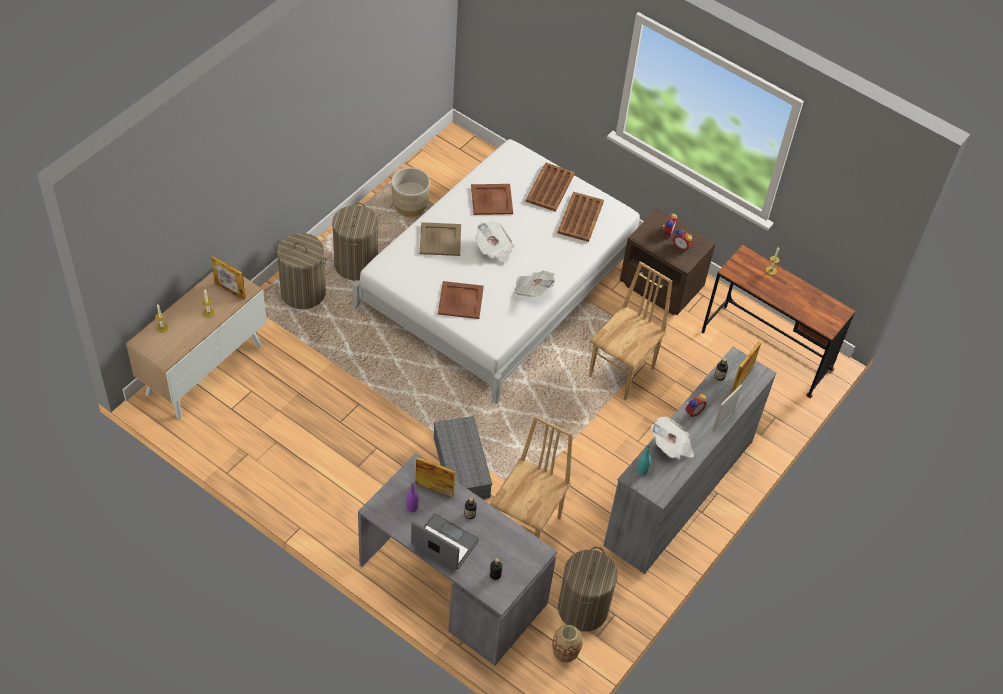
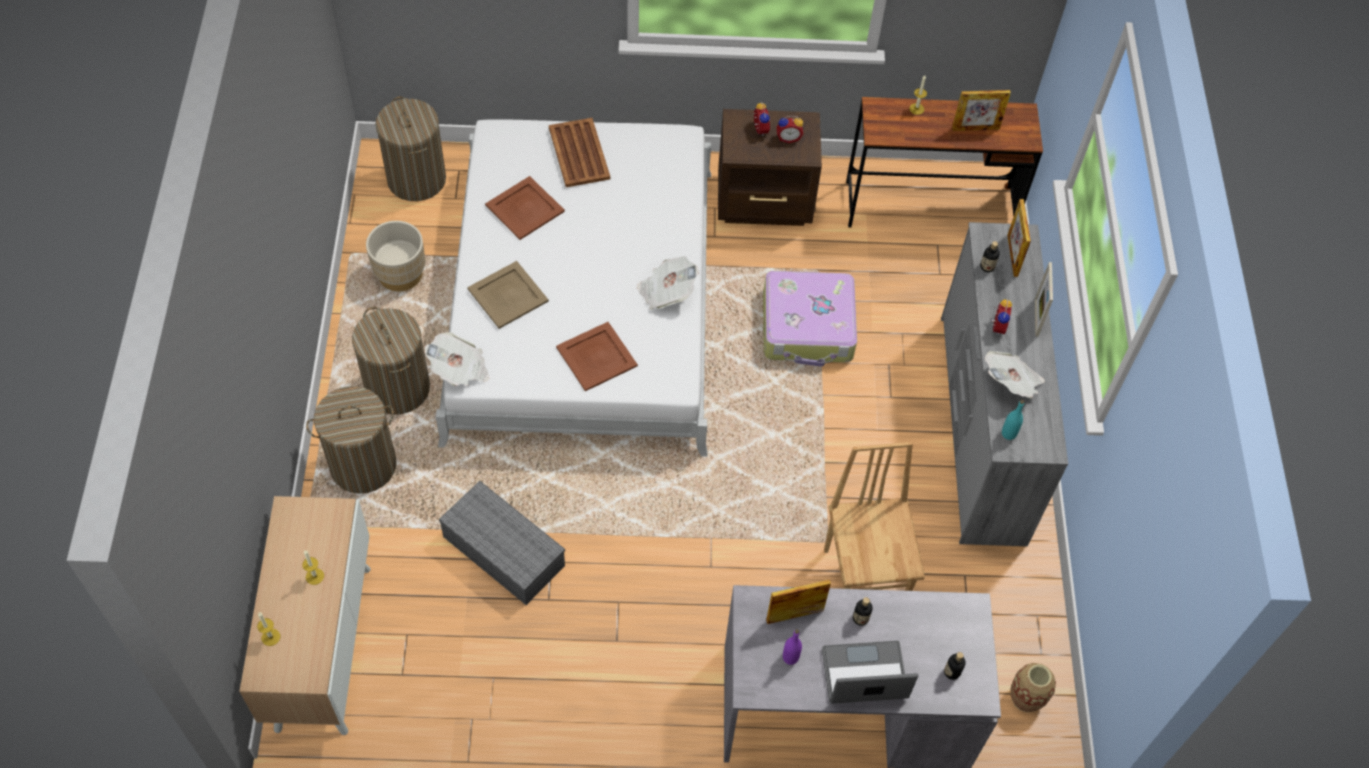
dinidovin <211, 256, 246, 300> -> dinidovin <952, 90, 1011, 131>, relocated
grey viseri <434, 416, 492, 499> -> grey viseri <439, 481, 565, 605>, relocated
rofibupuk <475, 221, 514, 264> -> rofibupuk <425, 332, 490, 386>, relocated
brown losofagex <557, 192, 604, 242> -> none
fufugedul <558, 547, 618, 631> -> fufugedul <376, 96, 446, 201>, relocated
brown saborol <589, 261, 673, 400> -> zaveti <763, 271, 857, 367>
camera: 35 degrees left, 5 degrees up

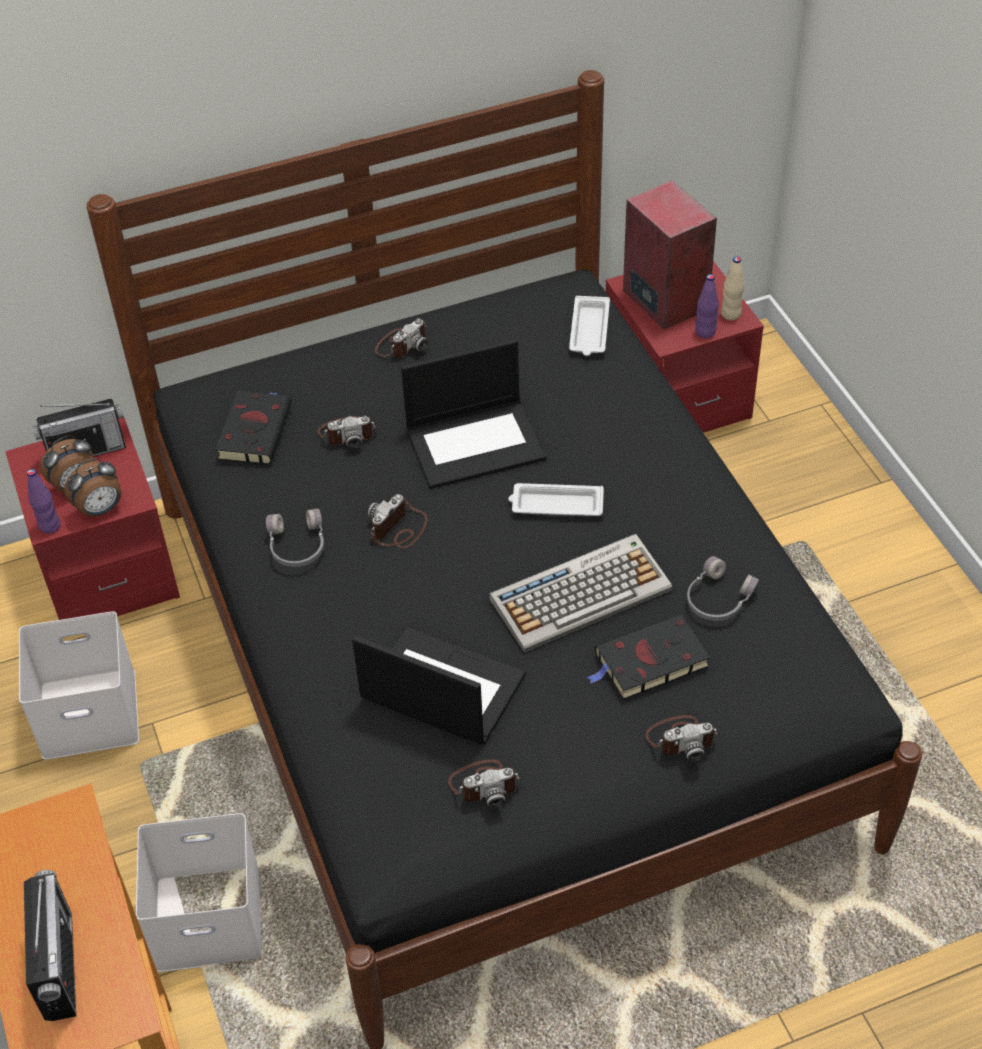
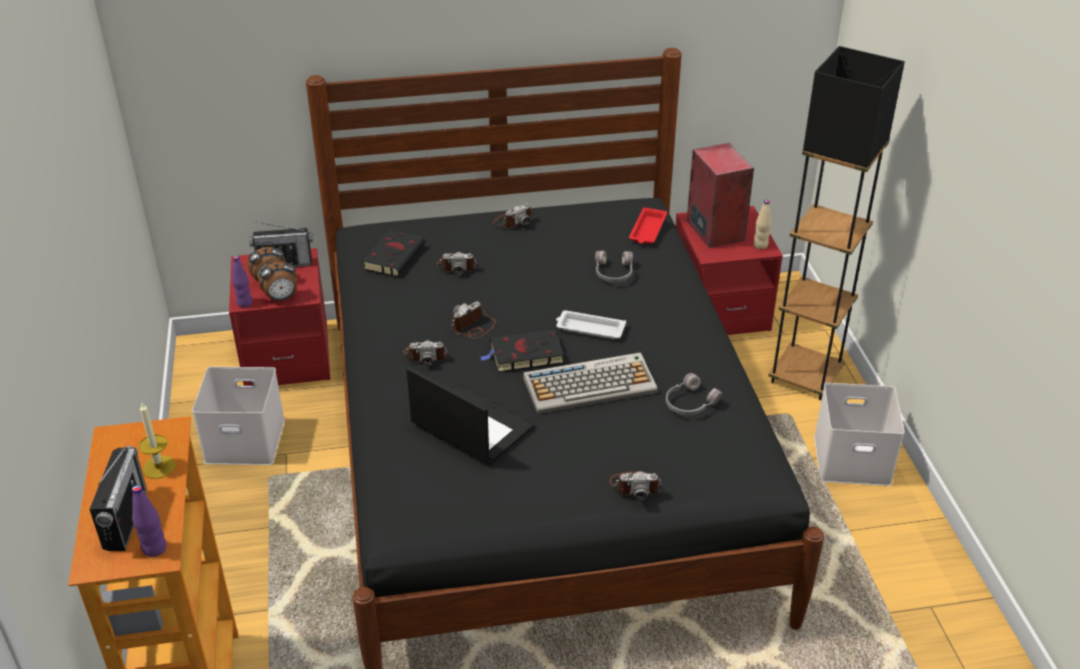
white viseri <136, 813, 261, 972> -> white viseri <814, 383, 905, 486>, relocated
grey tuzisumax <266, 509, 324, 567> -> grey tuzisumax <595, 251, 633, 282>, relocated
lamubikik <401, 339, 547, 489> -> none
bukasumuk <448, 759, 521, 808> -> bukasumuk <403, 340, 449, 366>, relocated
white losofagex <569, 296, 610, 356> -> red losofagex <629, 207, 667, 244>
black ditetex <587, 614, 710, 700> -> black ditetex <480, 329, 564, 372>, relocated
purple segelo <695, 274, 719, 338> -> purple segelo <132, 485, 167, 557>, relocated
none -> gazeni <139, 403, 176, 479>
none -> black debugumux <768, 46, 905, 400>
camera: 10 degrees right, 10 degrees down

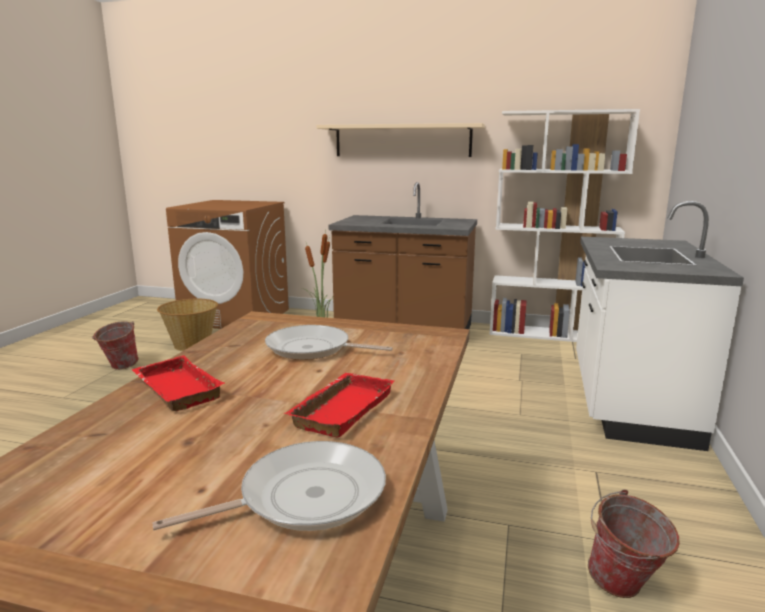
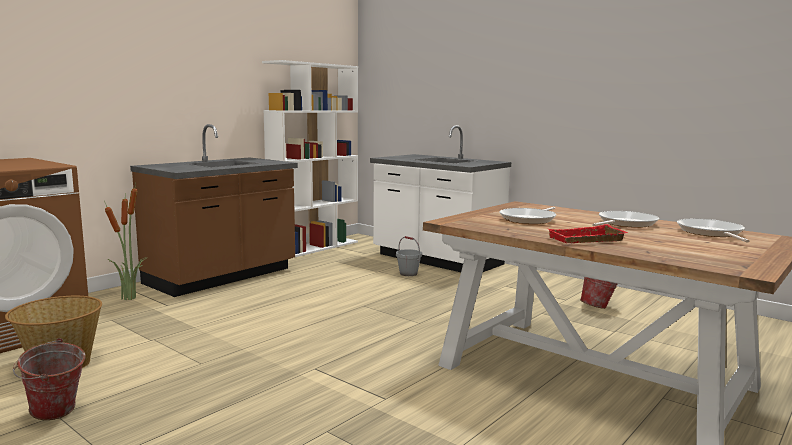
red losofagex <284, 373, 394, 437> -> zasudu <592, 211, 659, 228>
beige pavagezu <316, 123, 485, 157> -> none
none -> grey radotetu <396, 236, 422, 276>
camera: 65 degrees left, 5 degrees down

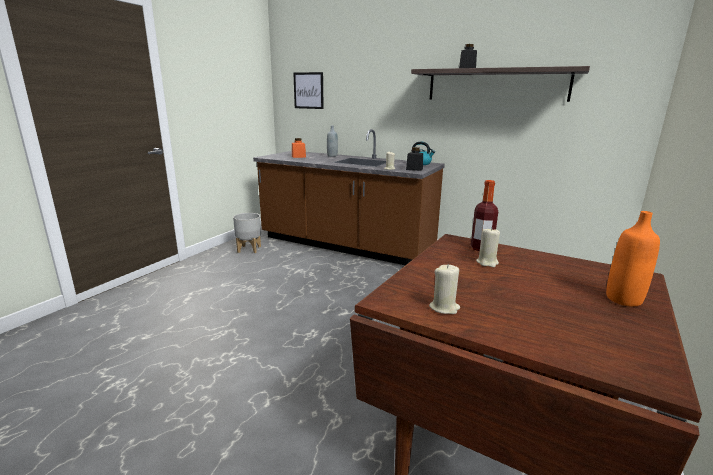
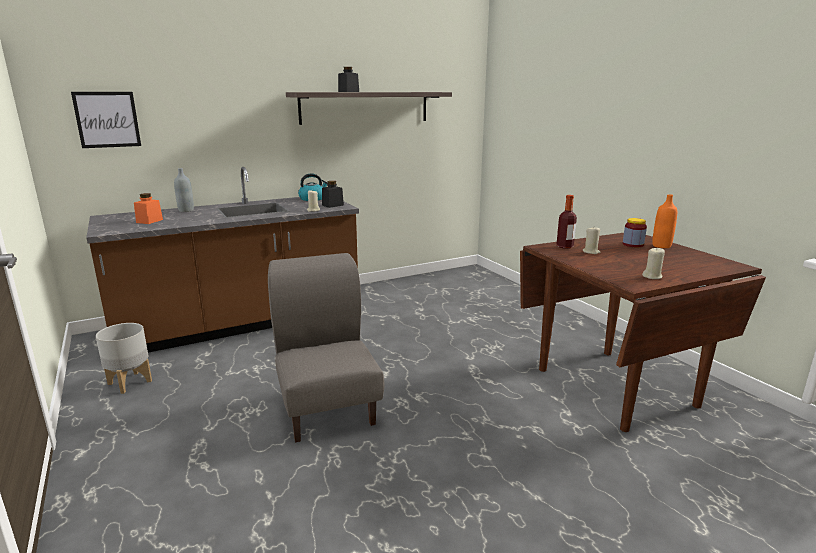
none -> grey saborol <268, 253, 385, 443>
none -> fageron <623, 218, 647, 247>
camera: 55 degrees left, 0 degrees up

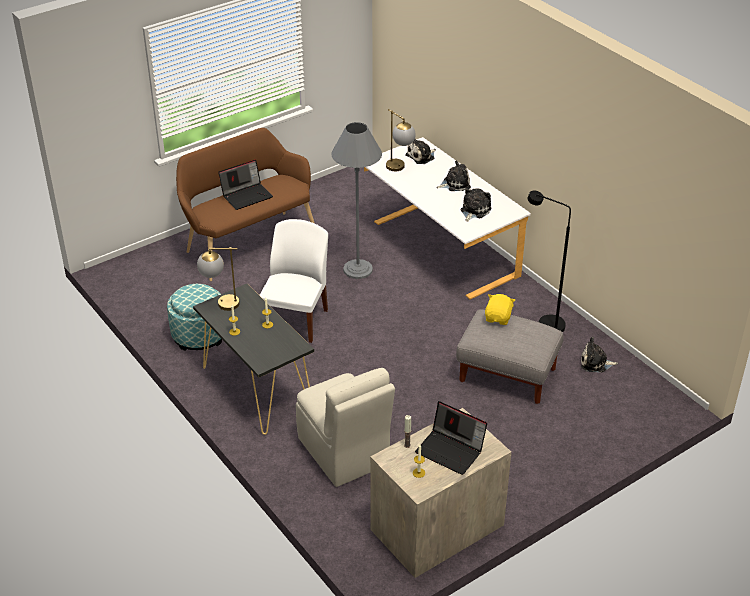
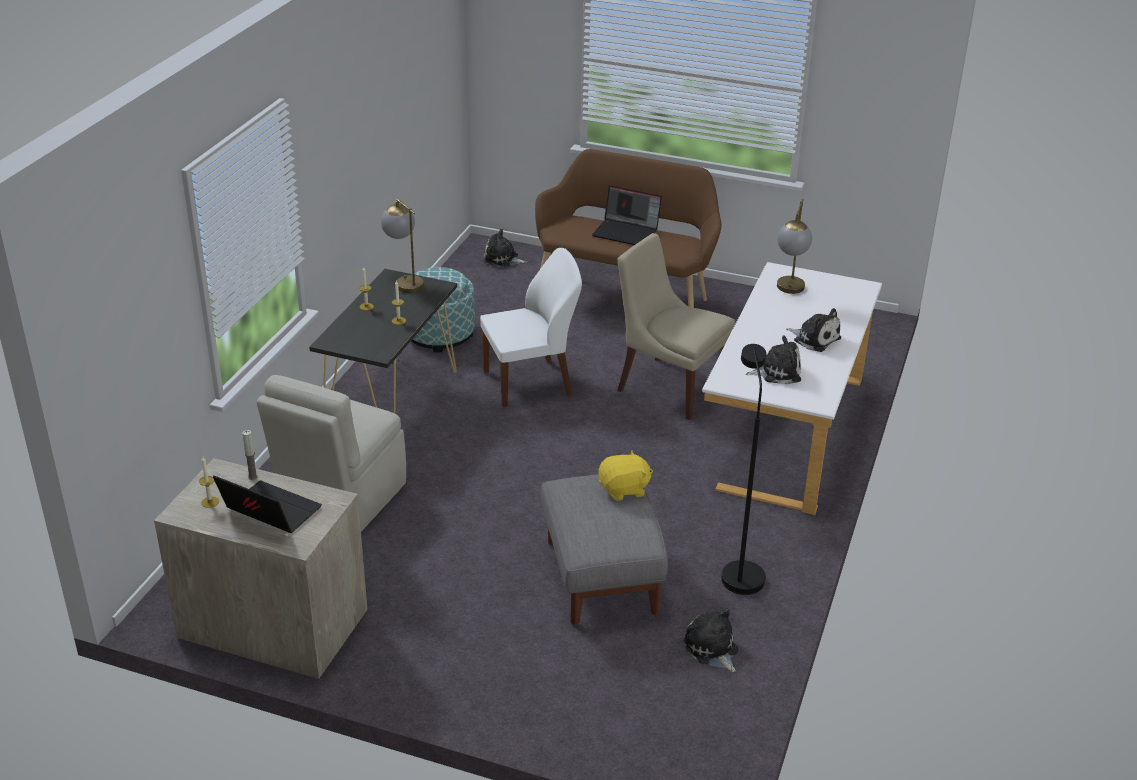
grey debugumux <331, 122, 382, 279> -> beige saborol <617, 233, 735, 420>
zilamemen <405, 139, 436, 164> -> zilamemen <483, 229, 527, 267>, relocated
lamubikik <415, 401, 487, 475> -> lamubikik <213, 475, 322, 533>, 120 degrees clockwise
camera: 55 degrees right, 5 degrees down

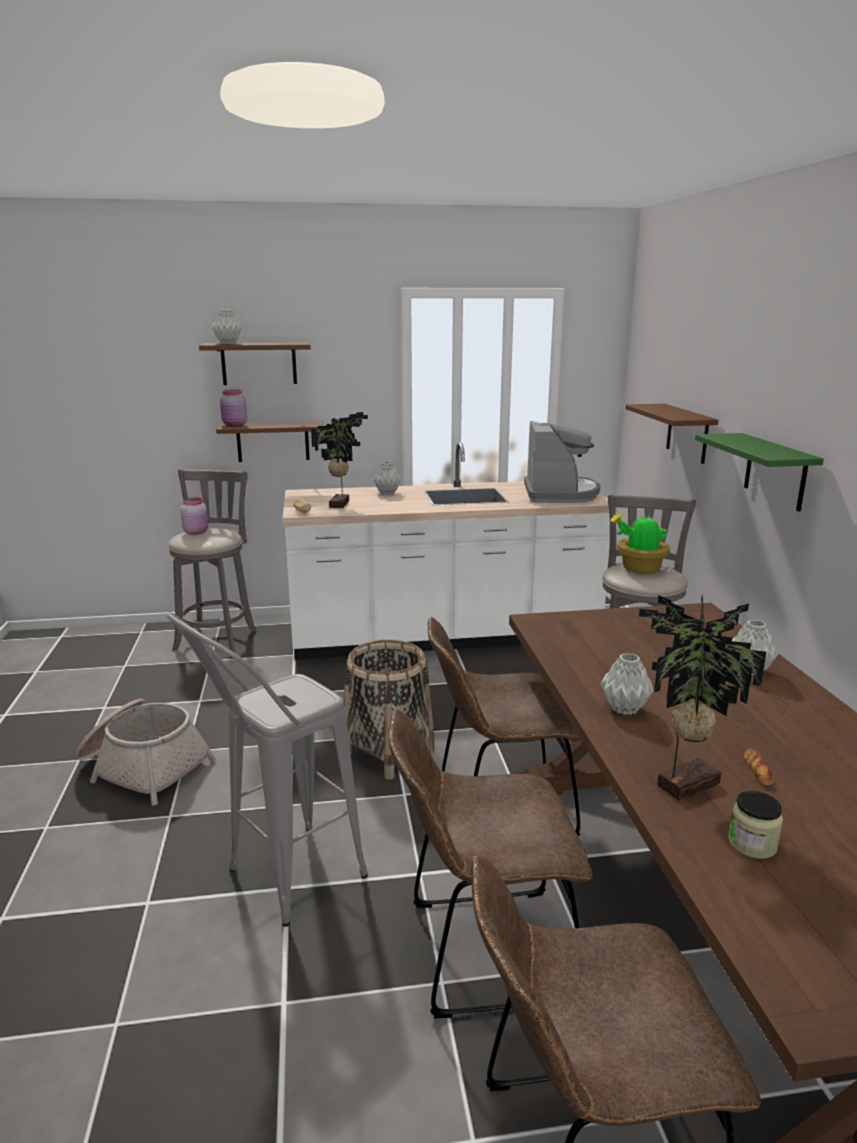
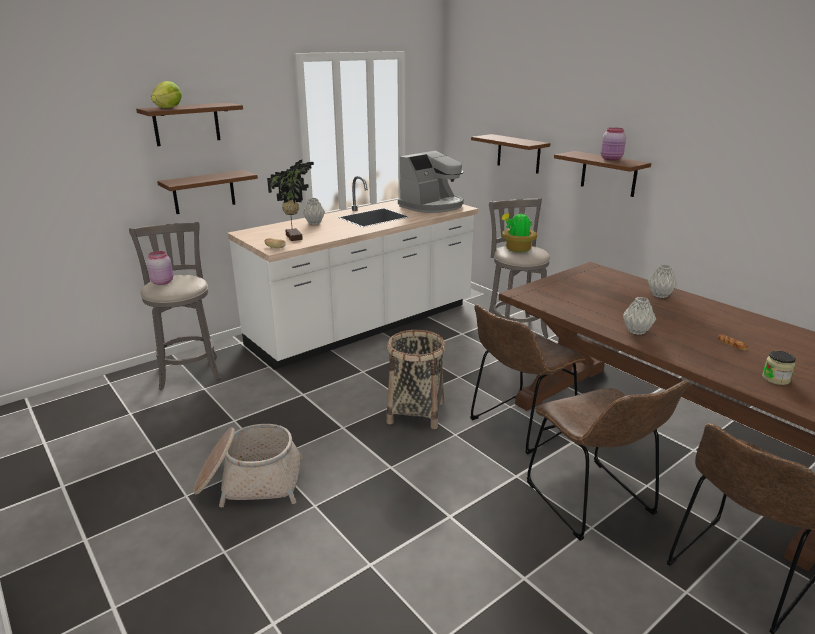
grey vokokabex <167, 612, 368, 927> -> none
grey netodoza <212, 309, 242, 344> -> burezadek <151, 81, 182, 108>
pink fageron <220, 389, 247, 426> -> pink fageron <601, 127, 626, 161>, relocated
brown saborol <389, 709, 593, 1018> -> brown saborol <527, 380, 689, 541>, 75 degrees counterclockwise
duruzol <524, 421, 600, 503> -> duruzol <398, 151, 464, 213>, 75 degrees clockwise
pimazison <639, 595, 766, 800> -> none
green pavagezu <694, 433, 824, 511> -> brown pavagezu <554, 151, 651, 197>
camera: 30 degrees left, 5 degrees up

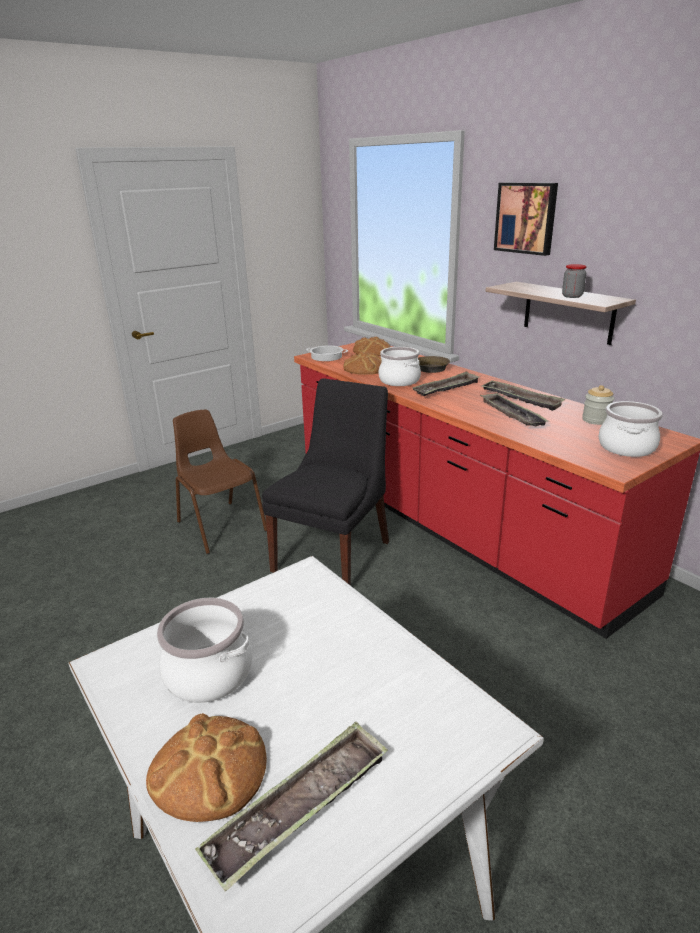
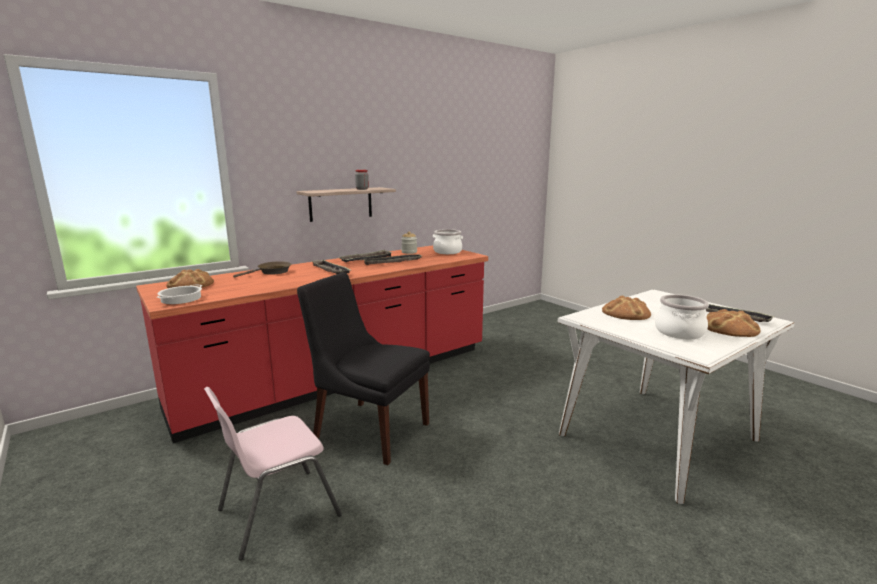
brown saborol <173, 409, 267, 554> -> pink saborol <204, 387, 342, 560>
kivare <343, 351, 382, 375> -> kivare <602, 296, 651, 320>, relocated
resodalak <379, 347, 421, 386> -> none
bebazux <494, 183, 558, 256> -> none
camera: 90 degrees left, 10 degrees down

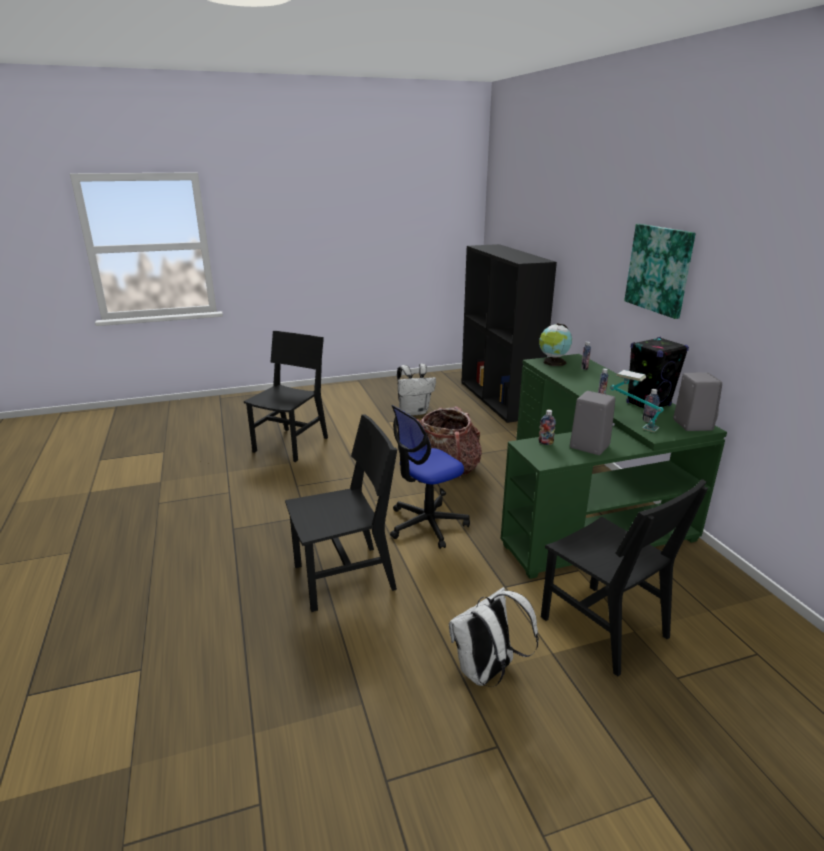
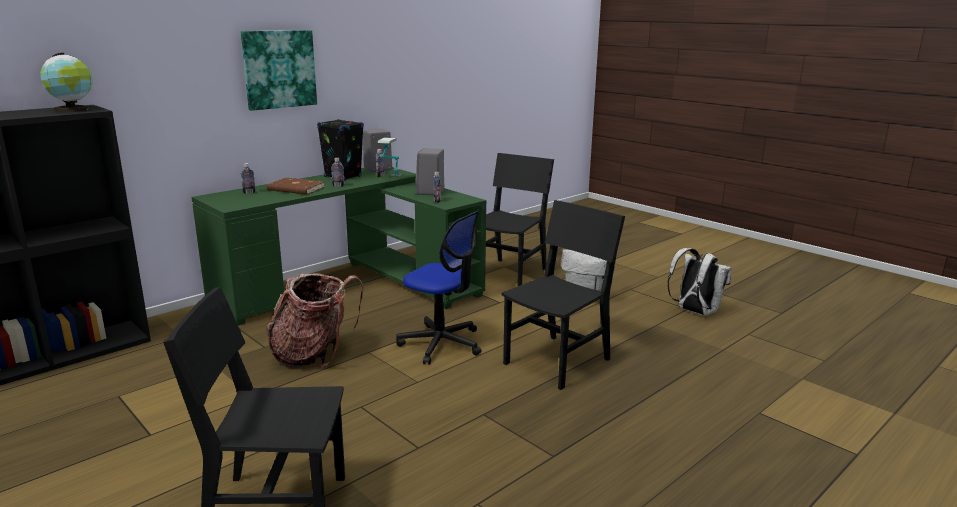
black saborol <285, 414, 397, 612> -> black saborol <501, 200, 625, 390>, 90 degrees clockwise
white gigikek <397, 364, 436, 416> -> white gigikek <667, 248, 732, 315>, relocated
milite <539, 323, 572, 366> -> milite <40, 53, 93, 112>, relocated
none -> brown ditetex <267, 178, 325, 195>
camera: 115 degrees left, 5 degrees down

